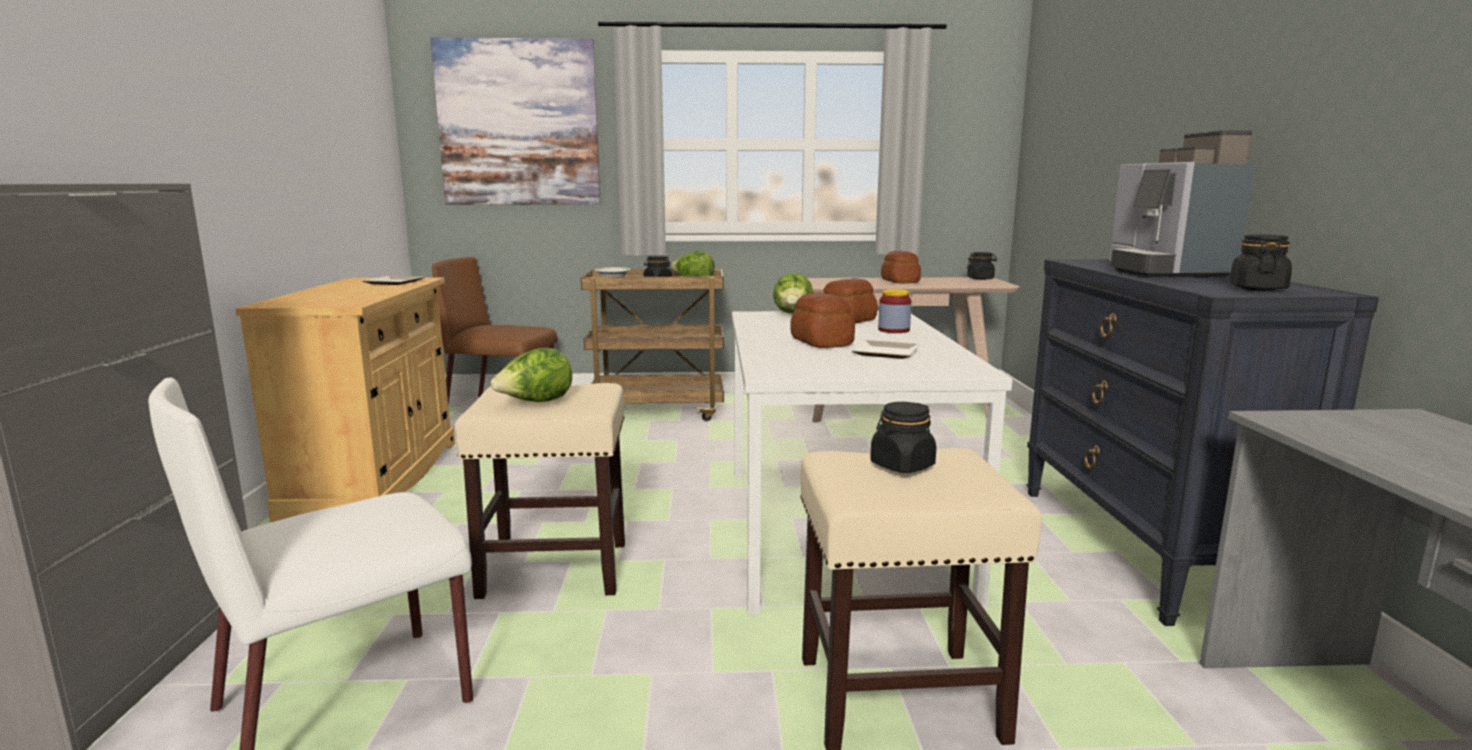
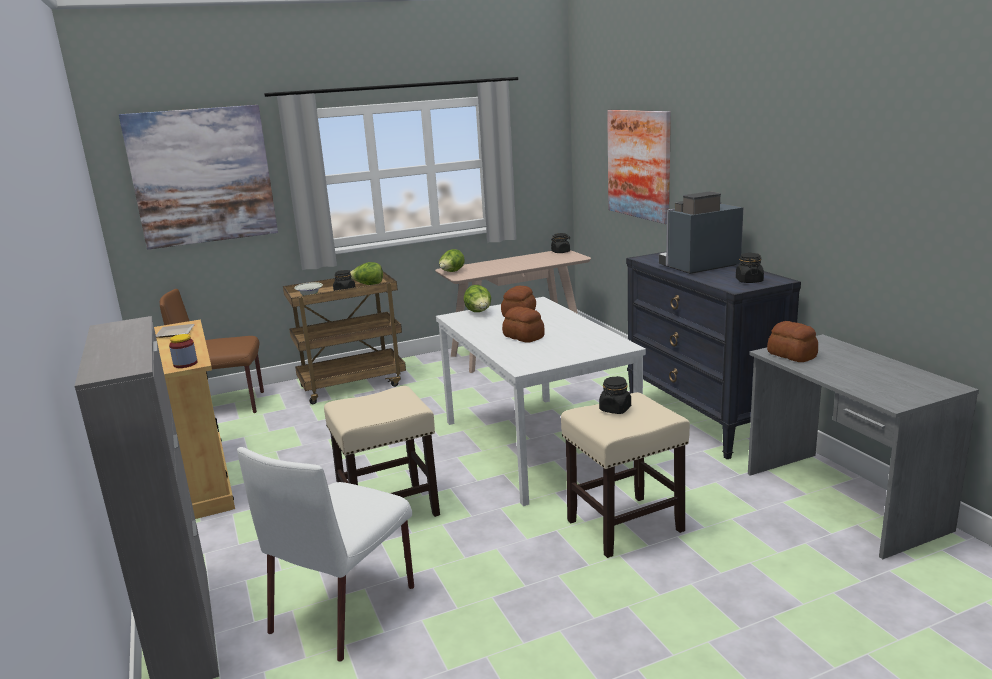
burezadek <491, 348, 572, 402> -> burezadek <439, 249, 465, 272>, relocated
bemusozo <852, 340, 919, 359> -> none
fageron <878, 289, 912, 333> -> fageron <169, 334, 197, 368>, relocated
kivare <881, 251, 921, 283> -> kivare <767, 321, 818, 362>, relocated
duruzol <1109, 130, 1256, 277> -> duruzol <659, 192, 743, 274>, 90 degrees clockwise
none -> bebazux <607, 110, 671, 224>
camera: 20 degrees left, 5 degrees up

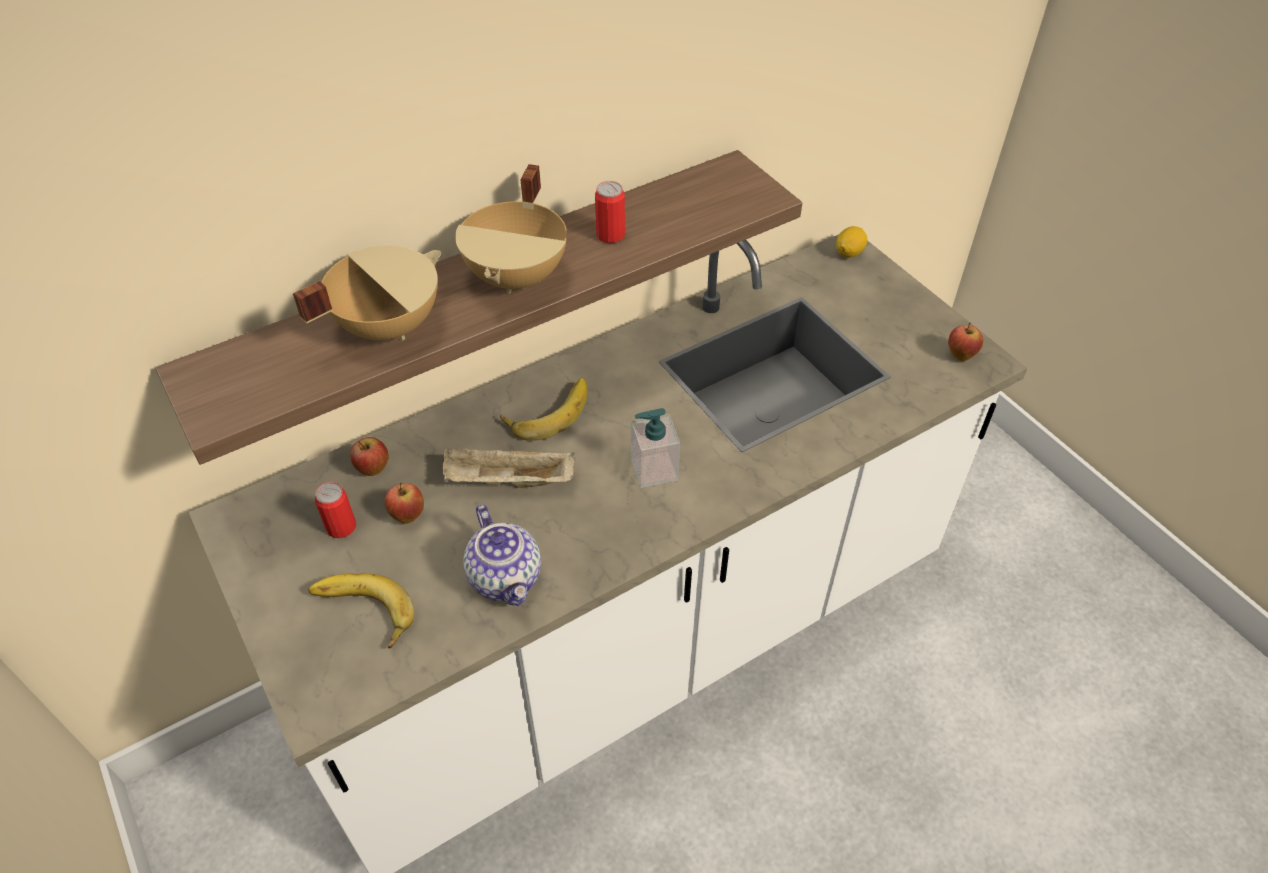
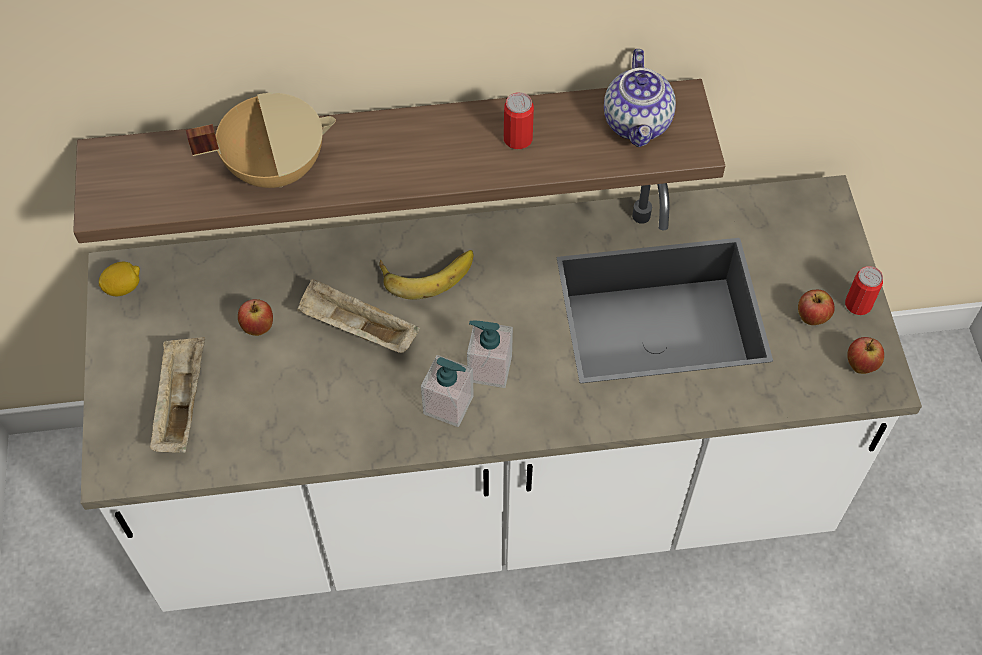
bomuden <308, 573, 415, 649> -> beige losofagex <149, 337, 205, 453>
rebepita <315, 482, 356, 538> -> rebepita <845, 266, 883, 315>, relocated
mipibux <350, 437, 389, 476> -> mipibux <798, 290, 835, 325>, relocated
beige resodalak <455, 164, 567, 294> -> none
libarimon <463, 505, 541, 606> -> libarimon <604, 49, 676, 147>, relocated
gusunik <836, 226, 867, 258> -> gusunik <99, 262, 140, 296>, relocated
none -> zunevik <421, 355, 474, 427>
camera: 25 degrees right, 10 degrees up

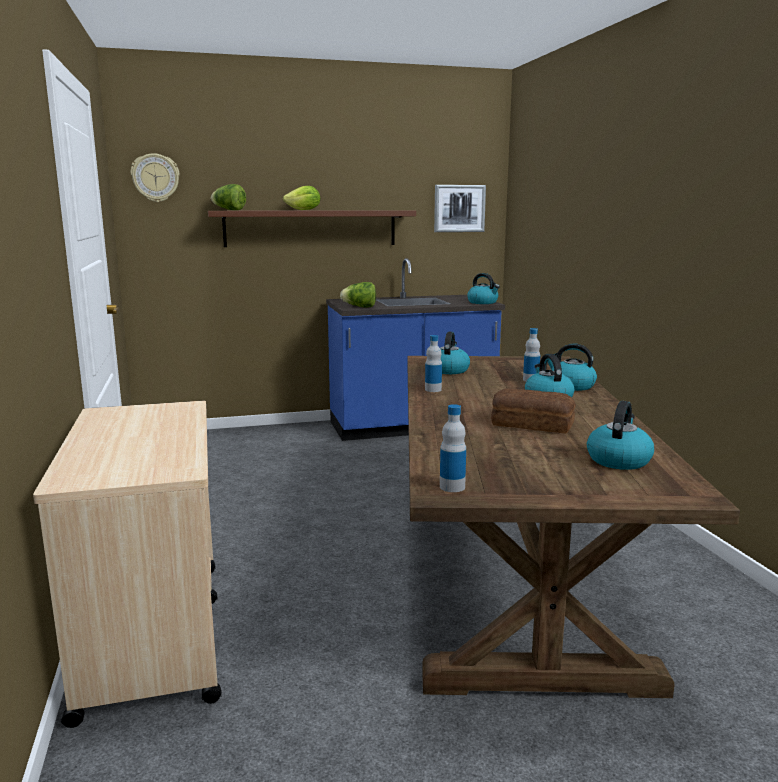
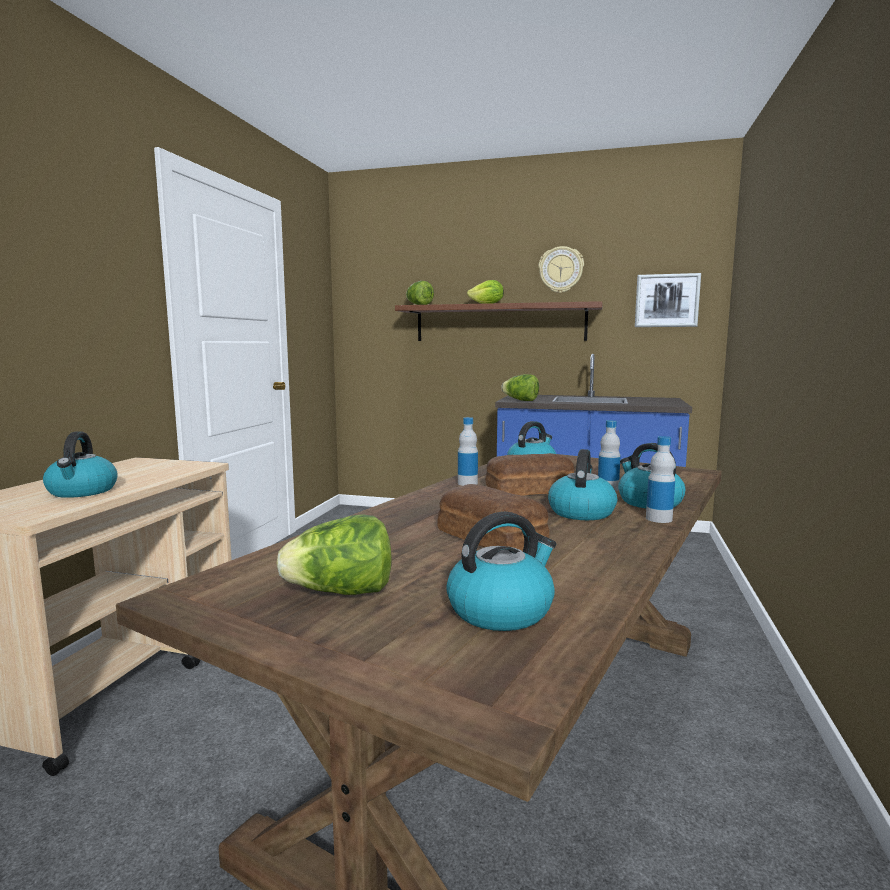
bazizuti <131, 153, 180, 202> -> bazizuti <538, 246, 584, 293>, relocated
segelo <440, 404, 466, 492> -> segelo <646, 436, 675, 523>, relocated
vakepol <467, 273, 500, 304> -> vakepol <43, 431, 118, 498>, relocated
none -> burezadek <276, 514, 392, 595>
none -> kivare <485, 453, 574, 496>
camera: 30 degrees right, 5 degrees down

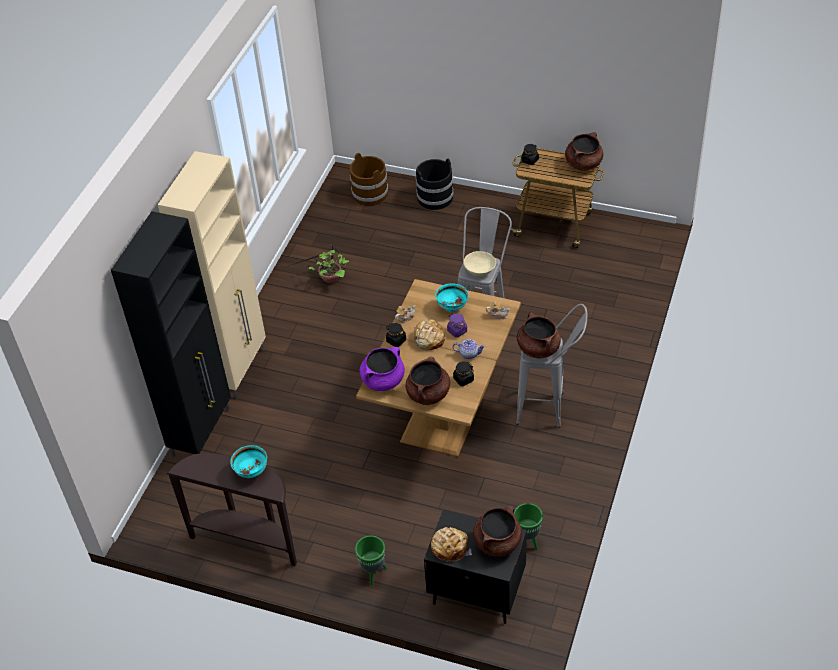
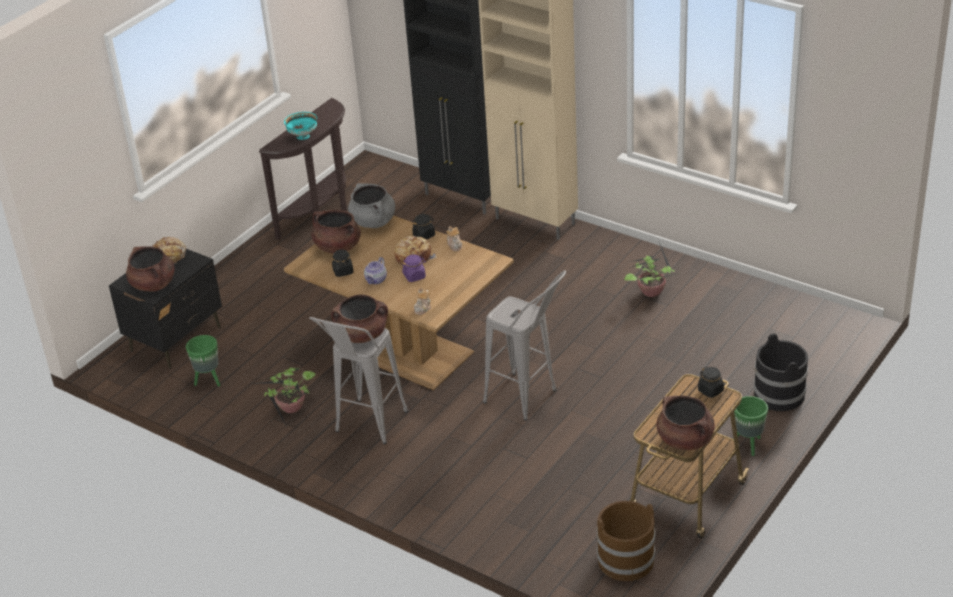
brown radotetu <350, 153, 388, 206> -> brown radotetu <596, 501, 655, 581>, relocated
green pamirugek <355, 536, 387, 585> -> green pamirugek <734, 396, 768, 456>, relocated
purple resodalak <360, 347, 405, 391> -> grey resodalak <348, 183, 395, 228>
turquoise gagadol <435, 283, 468, 312> -> none
beige gagadol <463, 251, 496, 276> -> none
none -> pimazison <252, 367, 316, 427>
camera: 105 degrees right, 10 degrees down

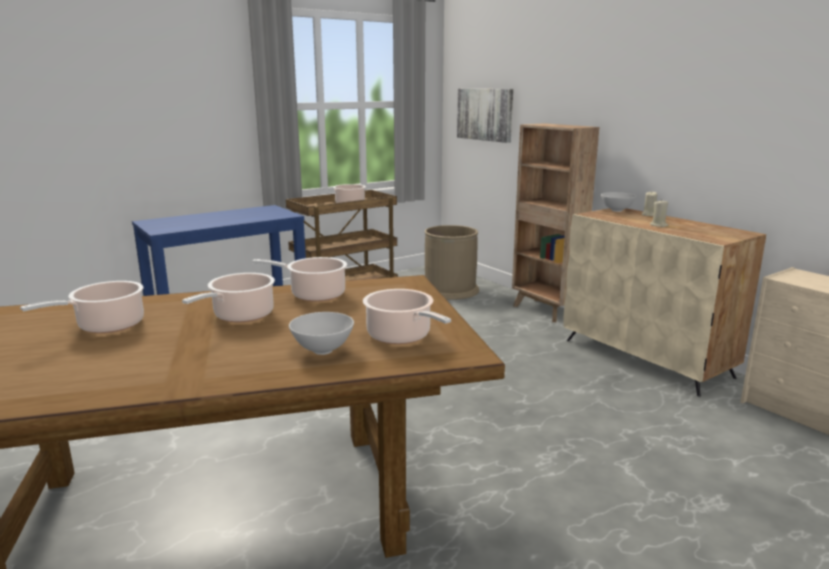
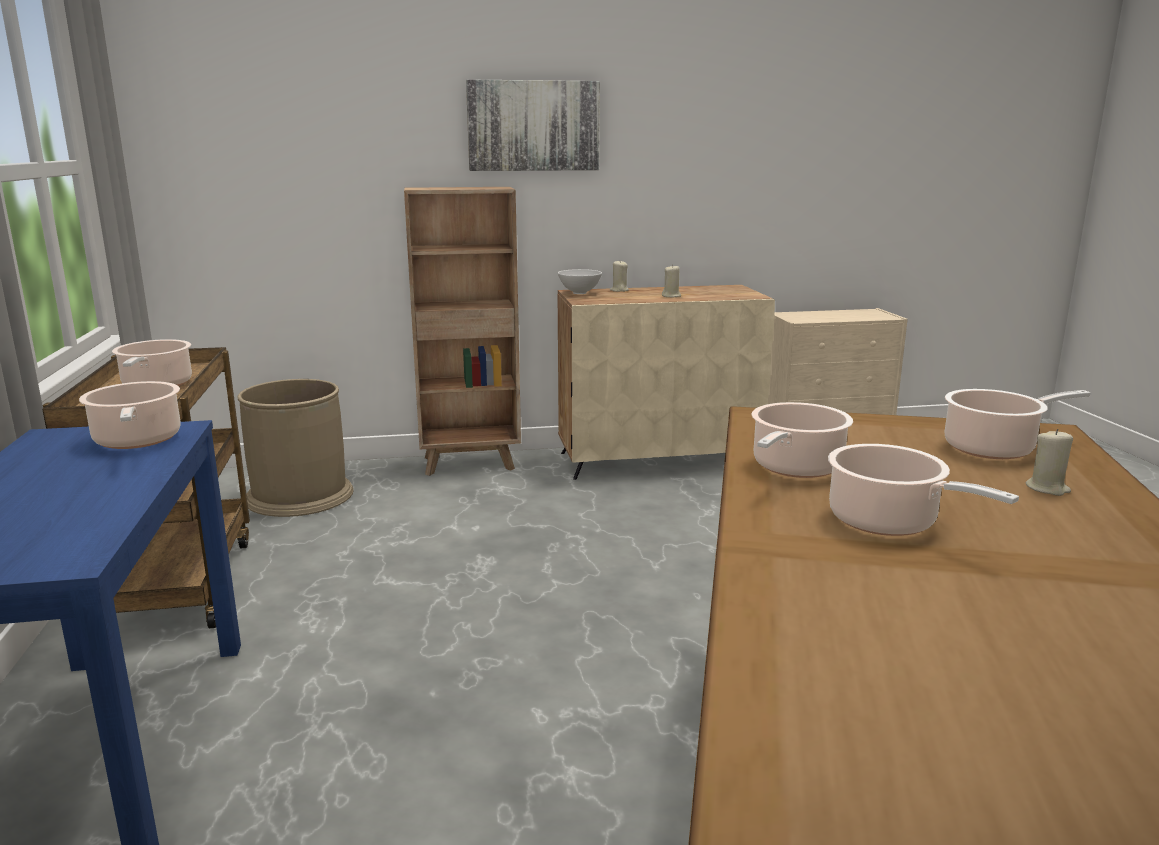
resodalak <20, 281, 144, 333> -> resodalak <79, 381, 181, 449>, relocated
white gagadol <289, 312, 354, 355> -> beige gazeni <1025, 429, 1073, 496>
bebazux <457, 89, 513, 143> -> bebazux <466, 79, 600, 171>, relocated
camera: 65 degrees left, 0 degrees up

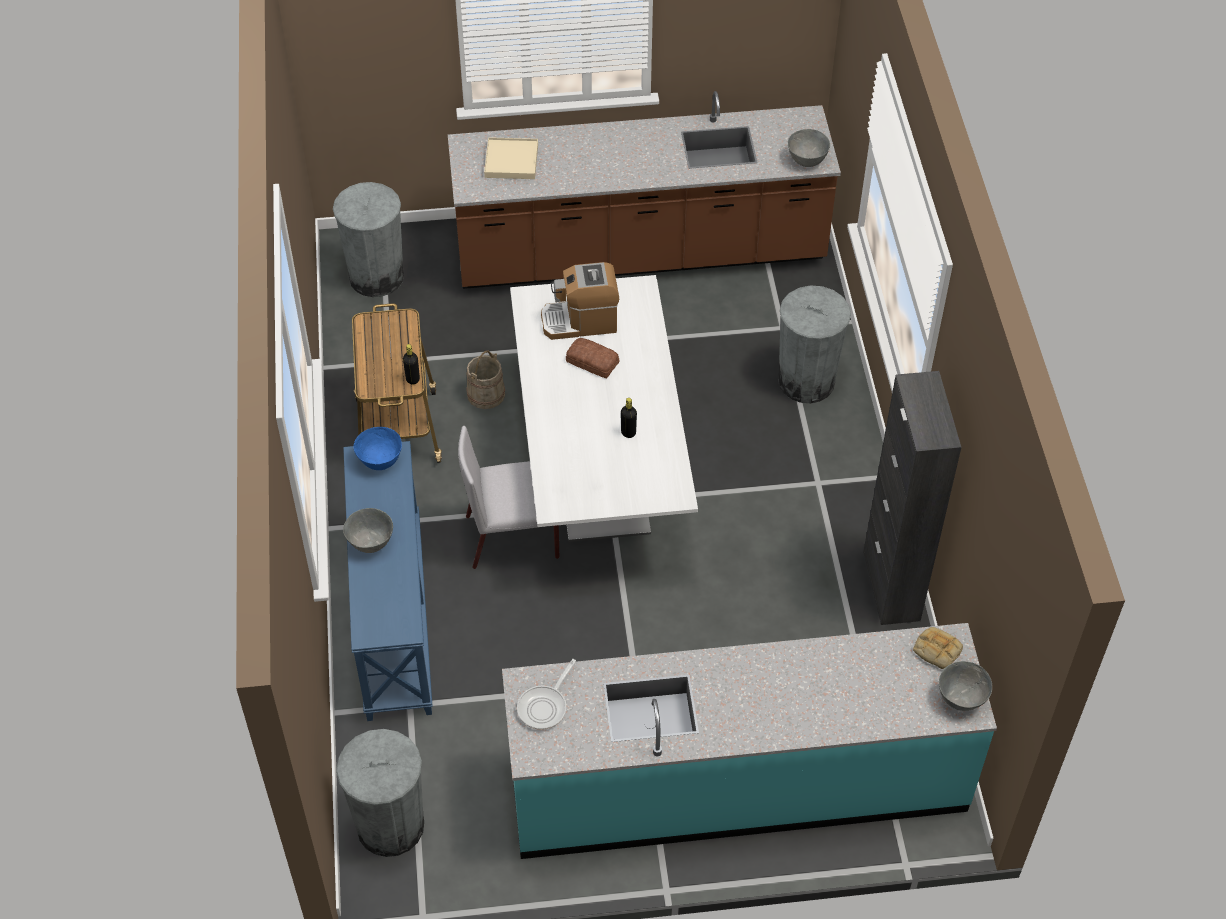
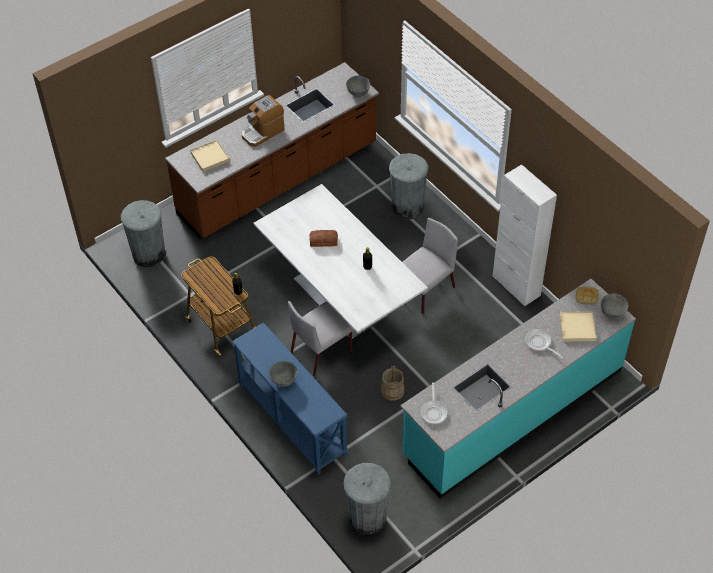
blue gagadol <354, 427, 402, 470> -> none
beige radotetu <466, 350, 505, 409> -> beige radotetu <381, 365, 405, 401>, relocated
duruzol <541, 262, 619, 340> -> duruzol <242, 95, 284, 147>, relocated
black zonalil <863, 371, 961, 625> -> white zonalil <493, 164, 557, 307>
none -> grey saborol <402, 218, 458, 314>
none -> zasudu <525, 329, 563, 358>
none -> beige losofagex <560, 312, 596, 341>
camera: 30 degrees left, 0 degrees up

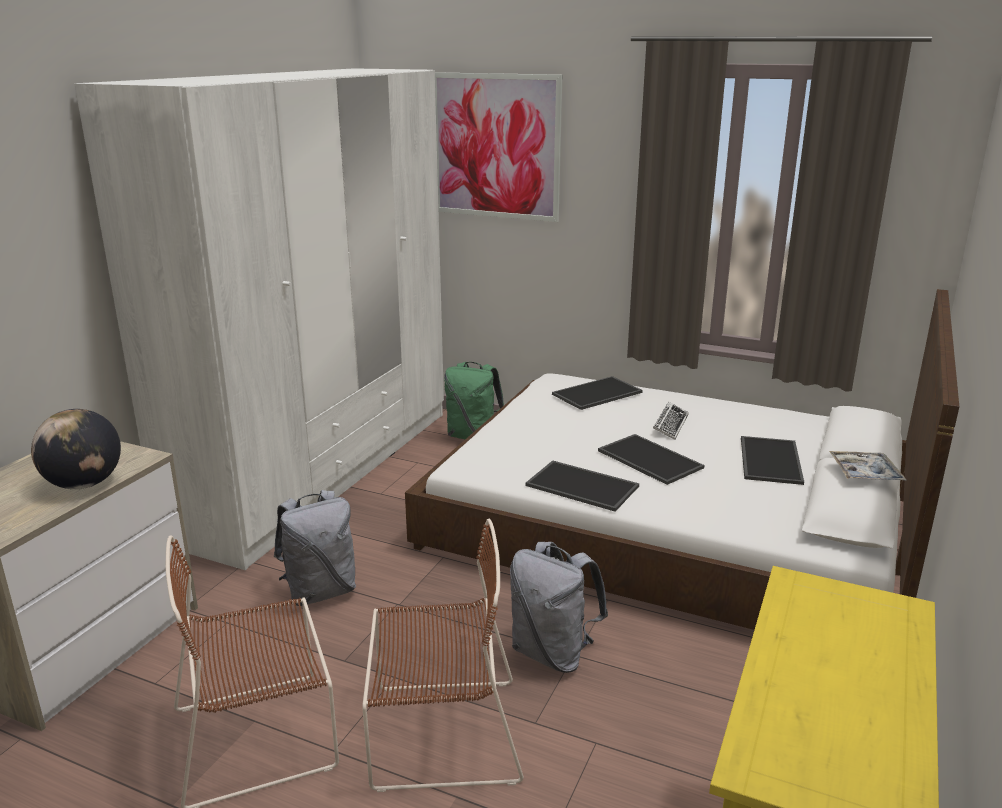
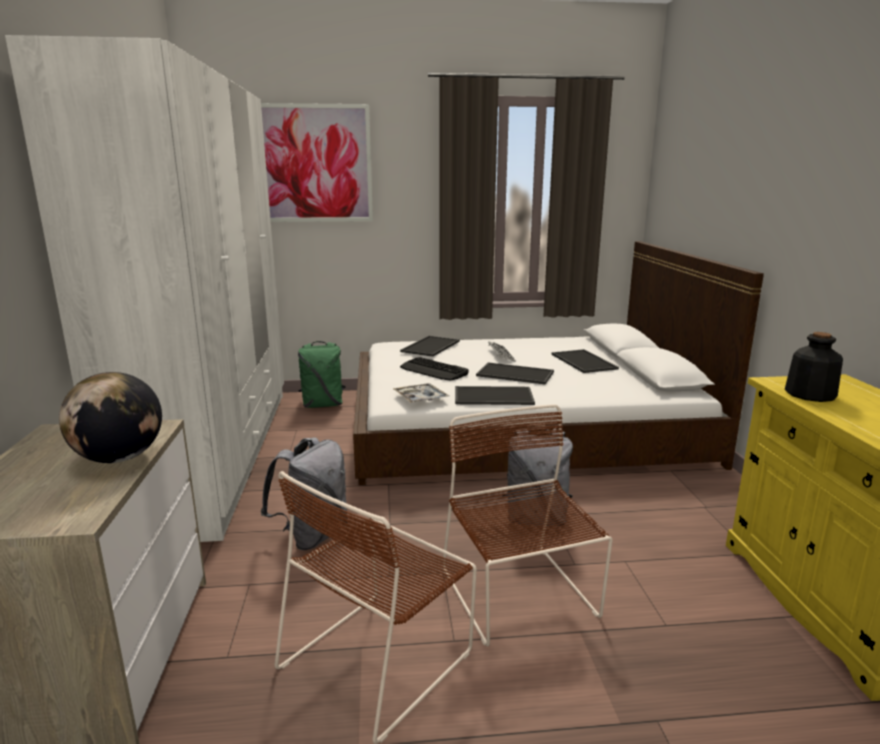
brown saborol <362, 519, 524, 792> -> brown saborol <442, 404, 613, 646>, 75 degrees counterclockwise
losofagex <829, 451, 907, 481> -> losofagex <393, 383, 449, 403>, relocated
none -> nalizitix <400, 357, 469, 381>
none -> segelo <785, 332, 843, 402>
camera: 30 degrees left, 5 degrees down

